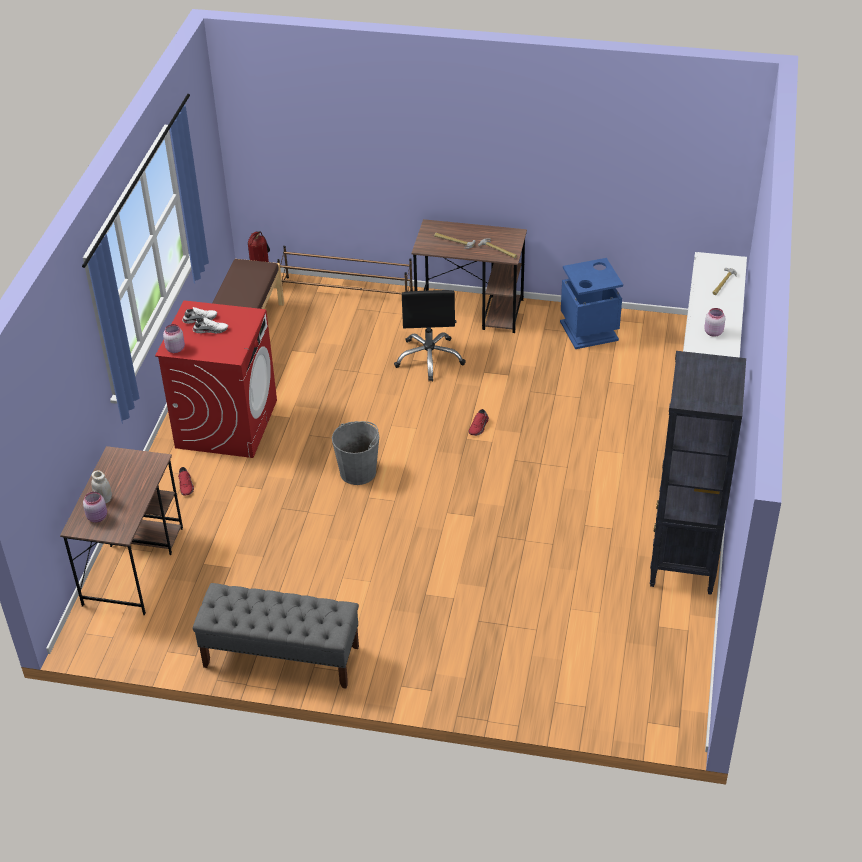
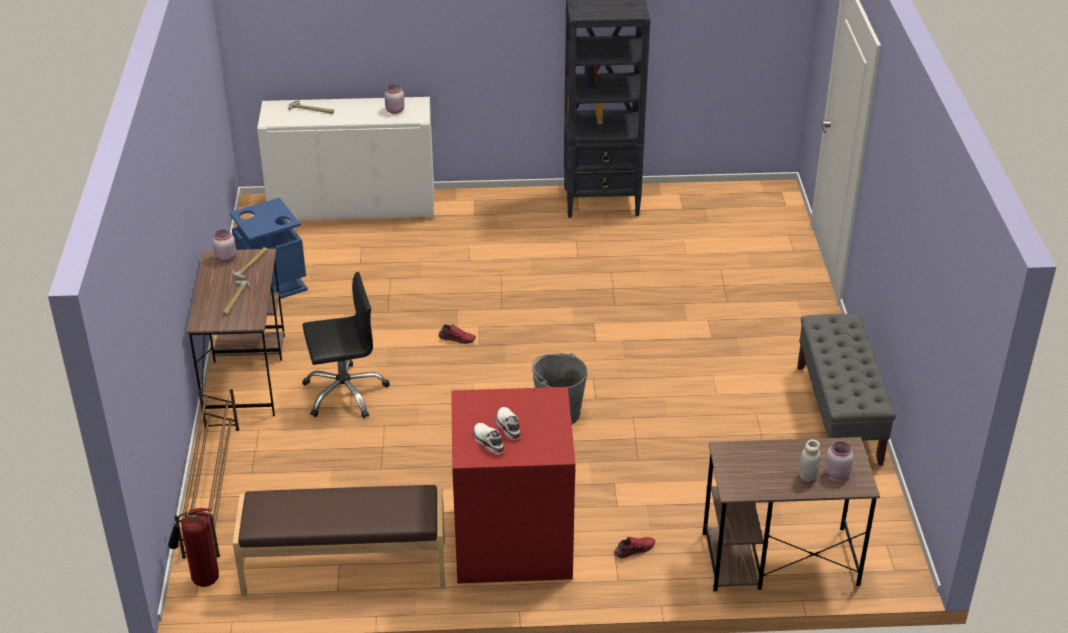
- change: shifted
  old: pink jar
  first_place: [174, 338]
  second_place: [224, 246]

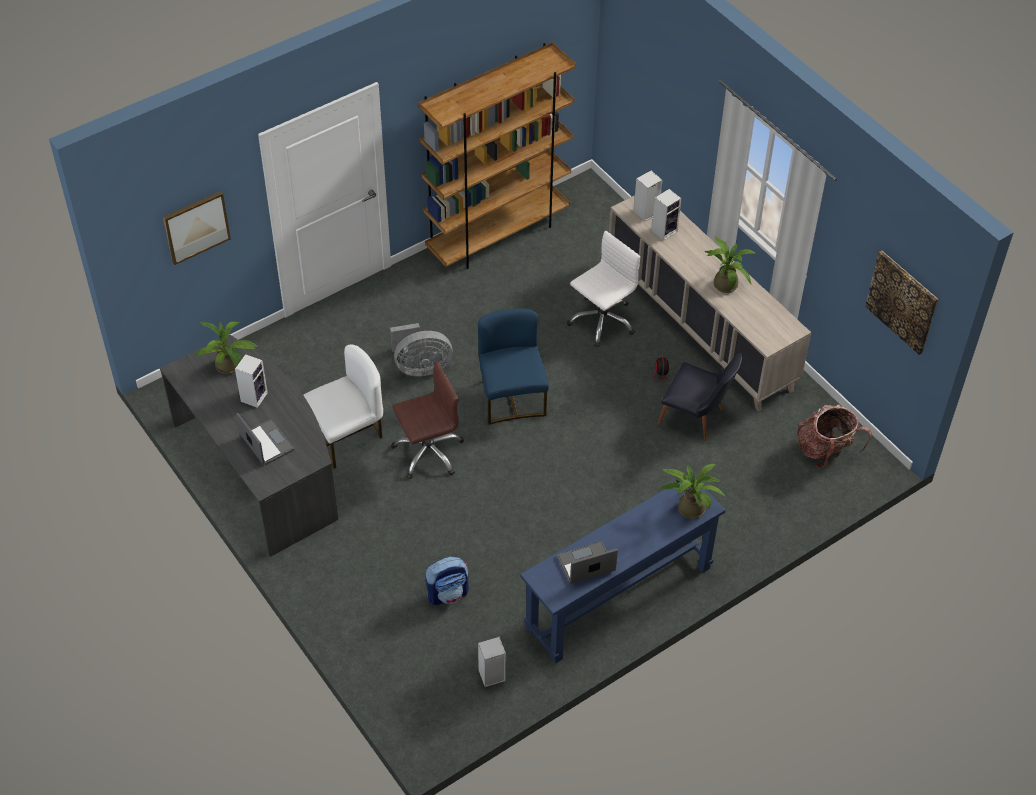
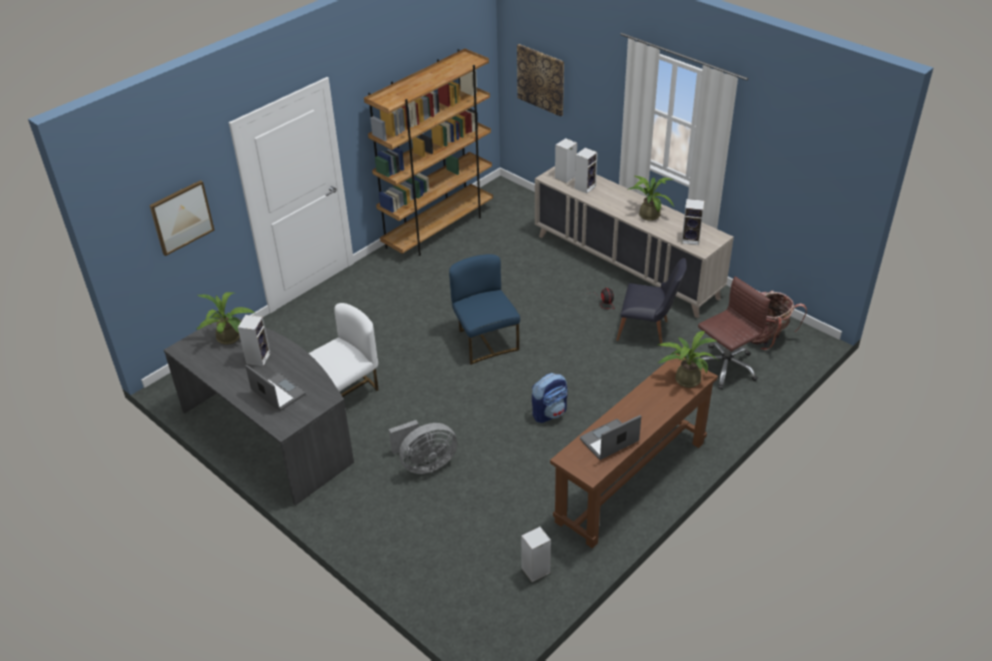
- change: gone
  old: white office chair
  first_place: [604, 289]
- change: shifted
  old: picture
  first_place: [901, 303]
  second_place: [540, 80]
- change: shifted
  old: grey fan
  first_place: [421, 349]
  second_place: [423, 447]
- change: shifted
  old: brown office chair
  first_place: [427, 420]
  second_place: [734, 333]
- change: repainted
  old: blue console table
  new: brown console table
  first_place: [622, 571]
  second_place: [634, 451]
- change: shifted
  old: backpack
  first_place: [447, 580]
  second_place: [550, 398]
- change: new
  new: speaker
  second_place: [692, 222]

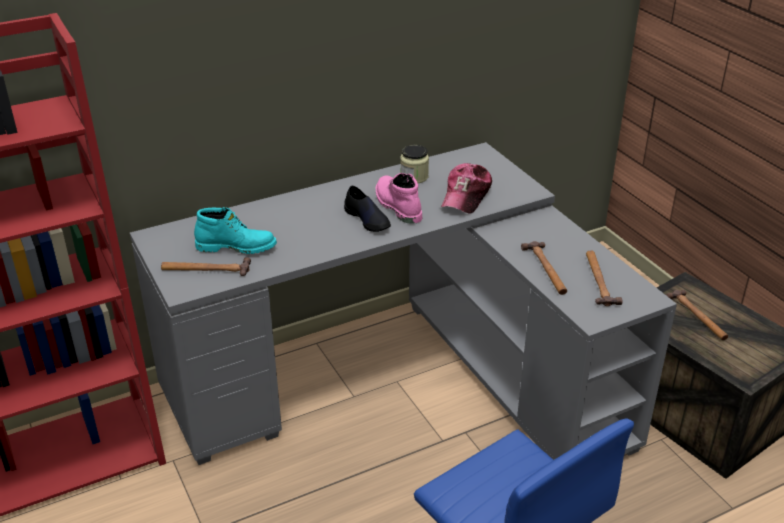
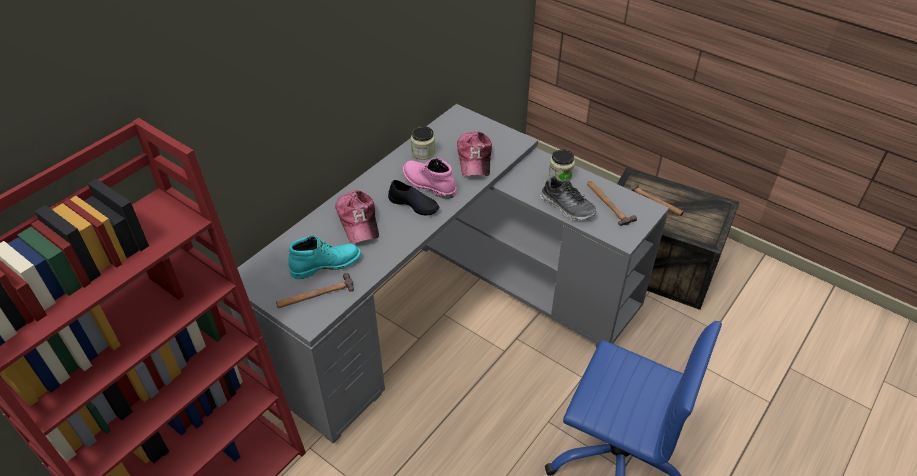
- change: swapped
  old: hammer
  new: shoe
  first_place: [544, 268]
  second_place: [568, 198]
- change: new
  new: jar
  second_place: [562, 165]
- change: new
  new: cap
  second_place: [357, 216]

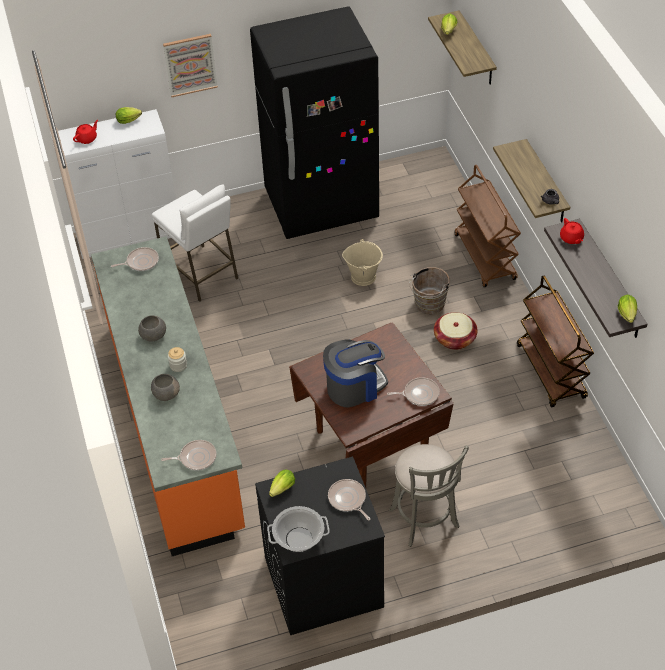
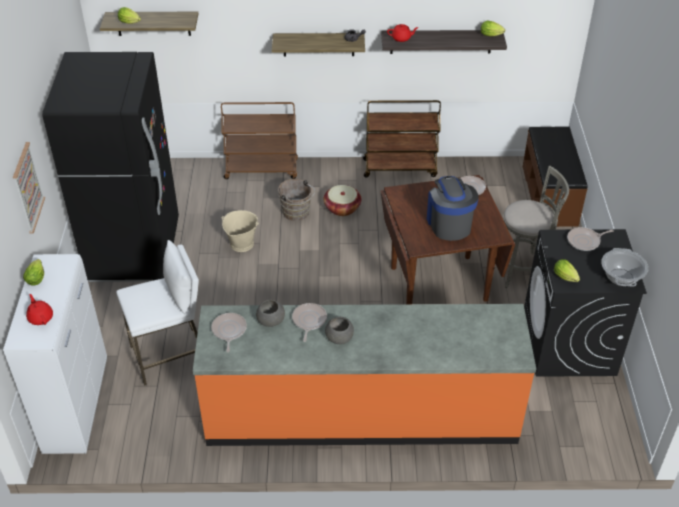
- change: gone
  old: jar
  first_place: [177, 359]
- change: shifted
  old: grey bowl
  first_place: [165, 387]
  second_place: [270, 313]
- change: shifted
  old: frying pan
  first_place: [189, 455]
  second_place: [309, 322]
- change: new
  new: brown bench
  second_place: [555, 176]

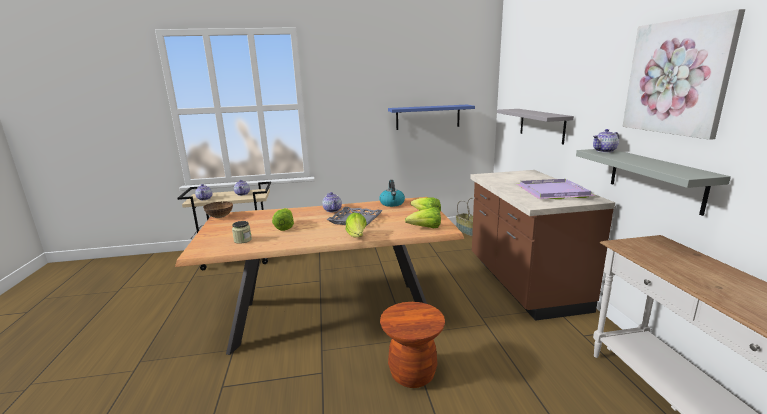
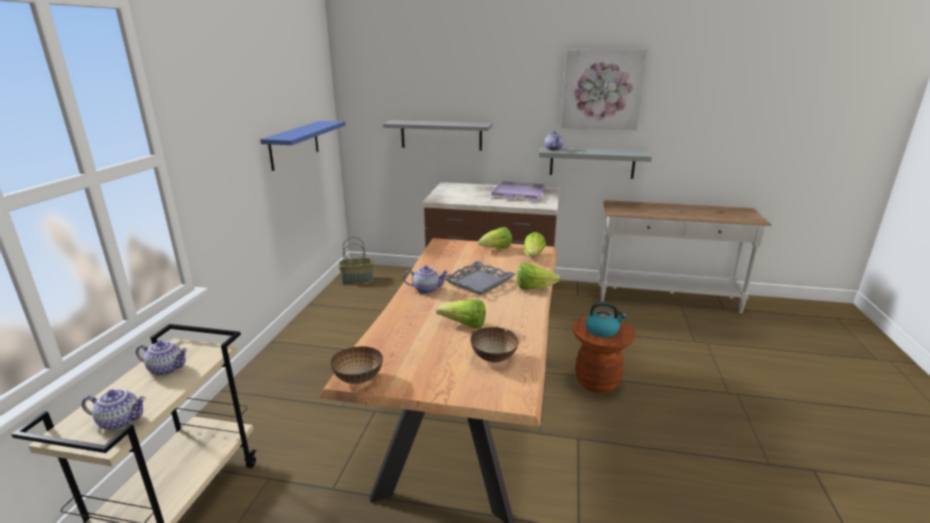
- change: shifted
  old: kettle
  first_place: [392, 193]
  second_place: [606, 319]
- change: swapped
  old: jar
  new: bowl
  first_place: [242, 232]
  second_place: [494, 344]

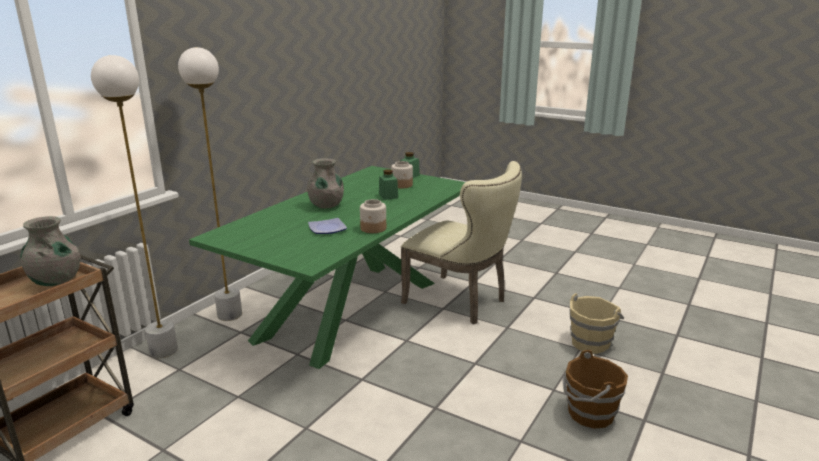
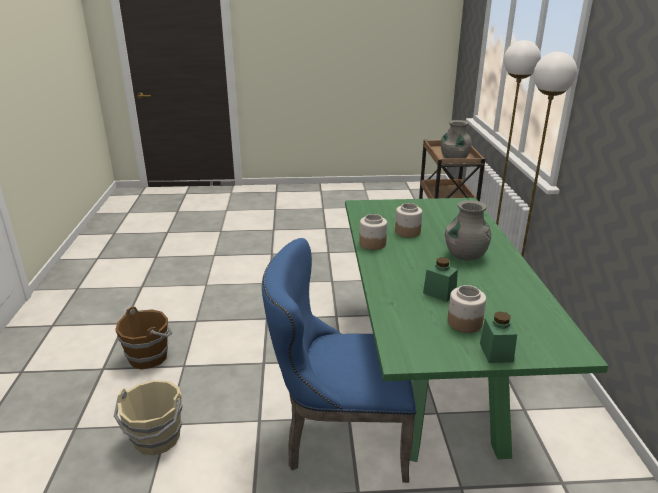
- change: repainted
  old: beige chair
  new: blue chair
  first_place: [461, 242]
  second_place: [339, 360]
- change: swapped
  old: plate
  new: jar
  first_place: [327, 226]
  second_place: [408, 220]

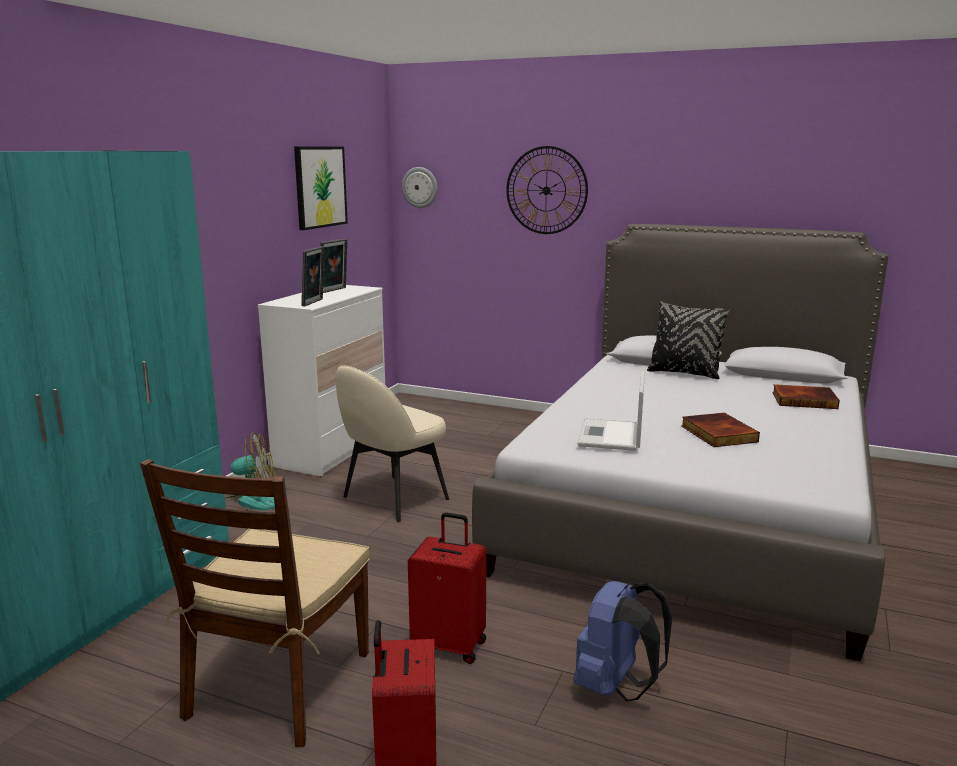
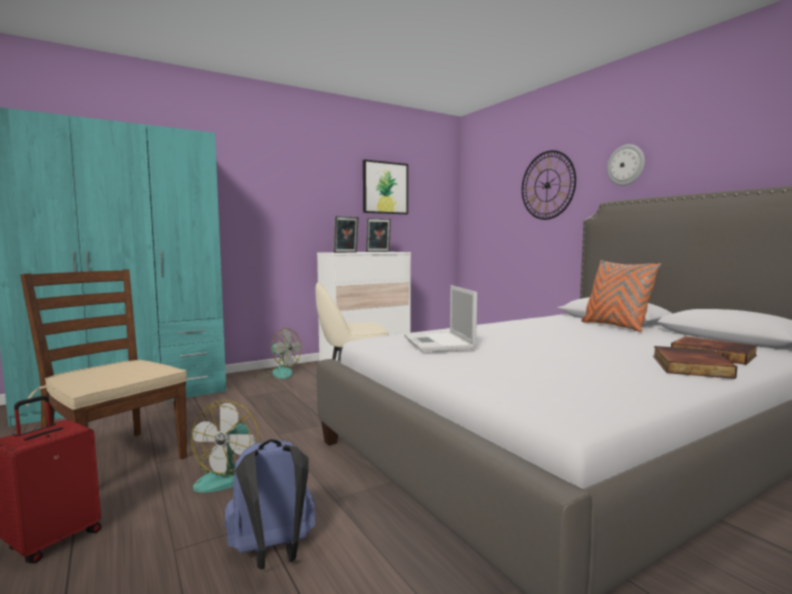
- change: shifted
  old: wall clock
  first_place: [420, 187]
  second_place: [626, 165]
- change: repainted
  old: black pillow
  new: orange pillow
  first_place: [688, 340]
  second_place: [621, 296]
- change: rotated
  old: laptop
  first_place: [611, 411]
  second_place: [440, 318]
  degrees: -60
- change: shifted
  old: book
  first_place: [720, 430]
  second_place: [695, 362]
- change: rotated
  old: brown chair
  first_place: [255, 603]
  second_place: [103, 364]
  degrees: 75
- change: swapped
  old: red suitcase
  new: fan
  first_place: [447, 588]
  second_place: [225, 446]

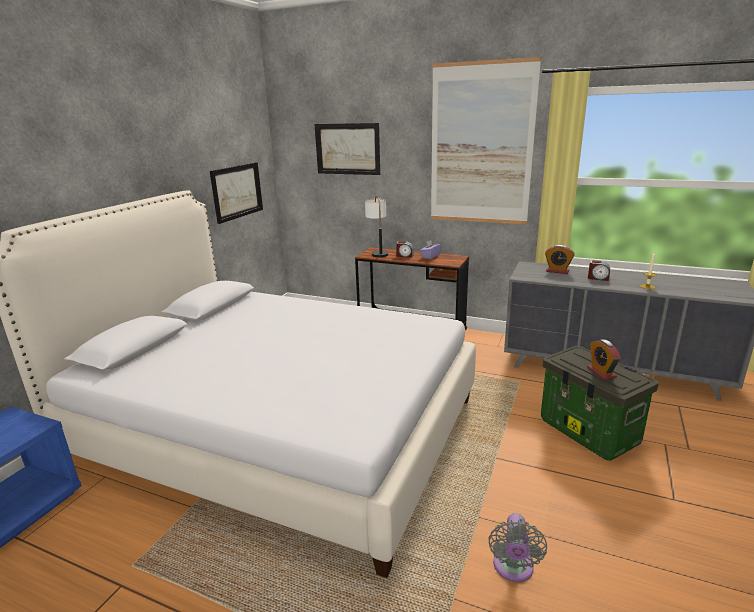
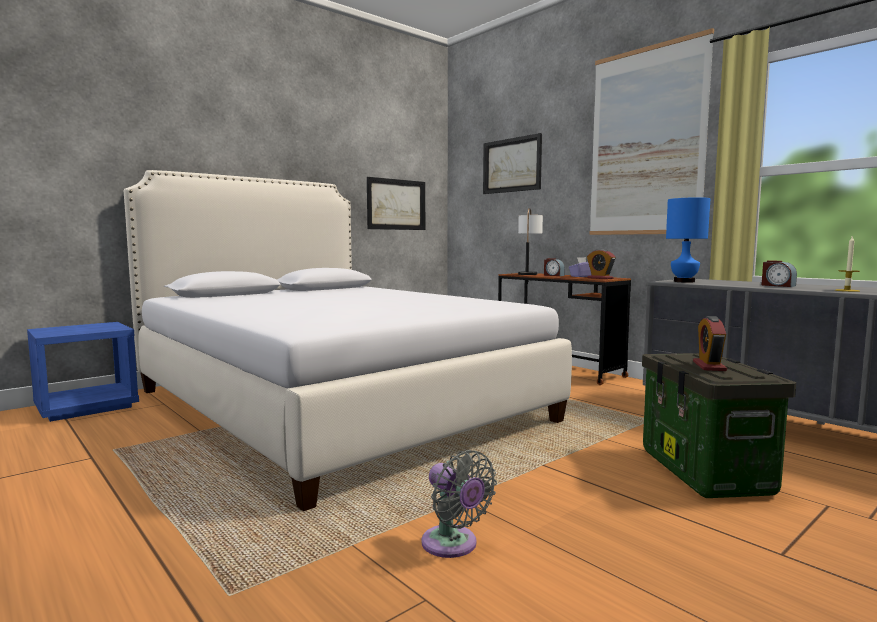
- change: shifted
  old: alarm clock
  first_place: [560, 259]
  second_place: [601, 264]
- change: rotated
  old: grey fan
  first_place: [518, 547]
  second_place: [459, 504]
  degrees: -75
- change: new
  new: blue table lamp
  second_place: [688, 240]

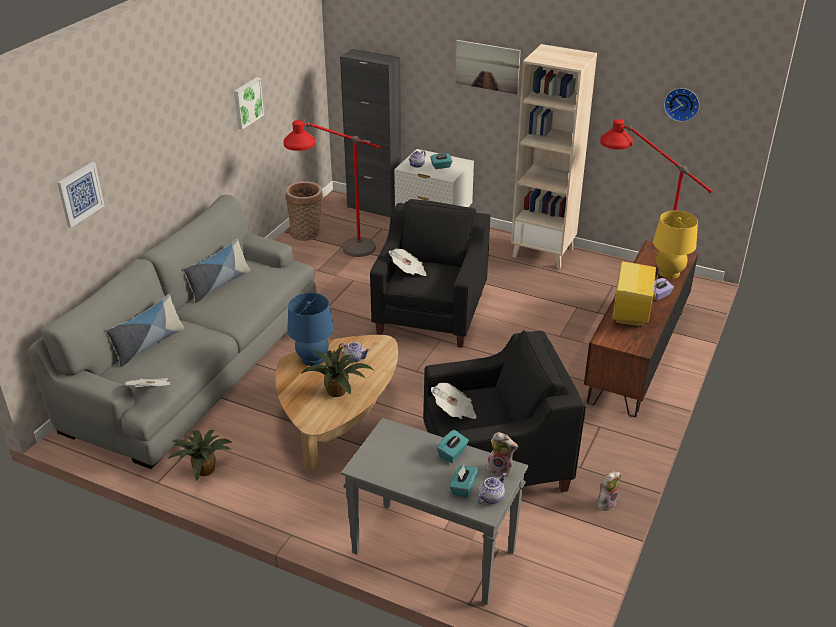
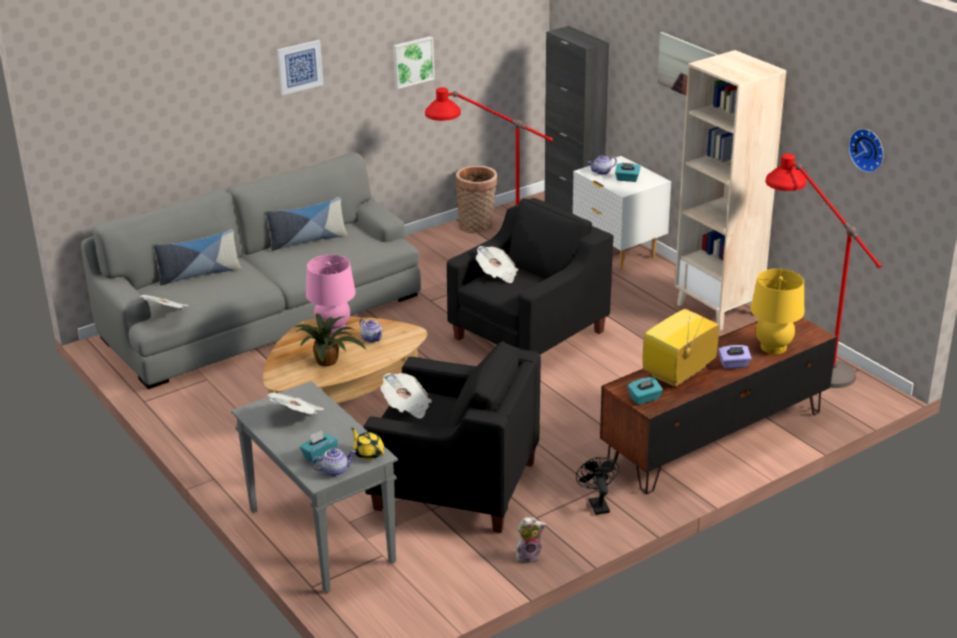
- change: shifted
  old: picture
  first_place: [81, 195]
  second_place: [300, 67]
- change: repainted
  old: blue table lamp
  new: pink table lamp
  first_place: [310, 329]
  second_place: [331, 295]
- change: gone
  old: potted plant
  first_place: [200, 455]
- change: shifted
  old: turquoise tissue box
  first_place: [453, 446]
  second_place: [645, 391]
- change: swapped
  old: plush toy
  new: yellow teapot
  first_place: [502, 454]
  second_place: [367, 444]
- change: new
  new: newspaper
  second_place: [296, 404]
- change: new
  new: black fan
  second_place: [597, 486]

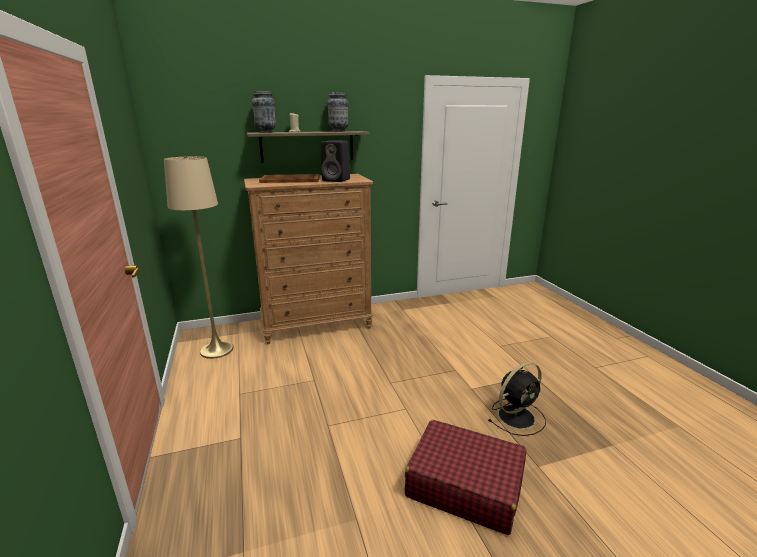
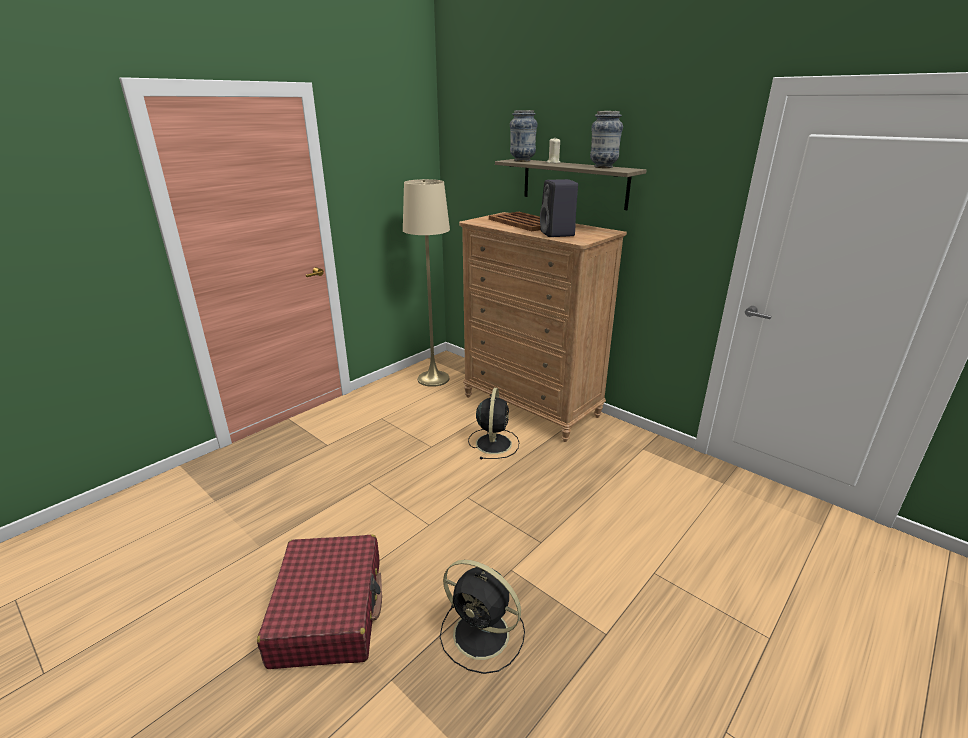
- change: new
  new: black fan
  second_place: [493, 423]

